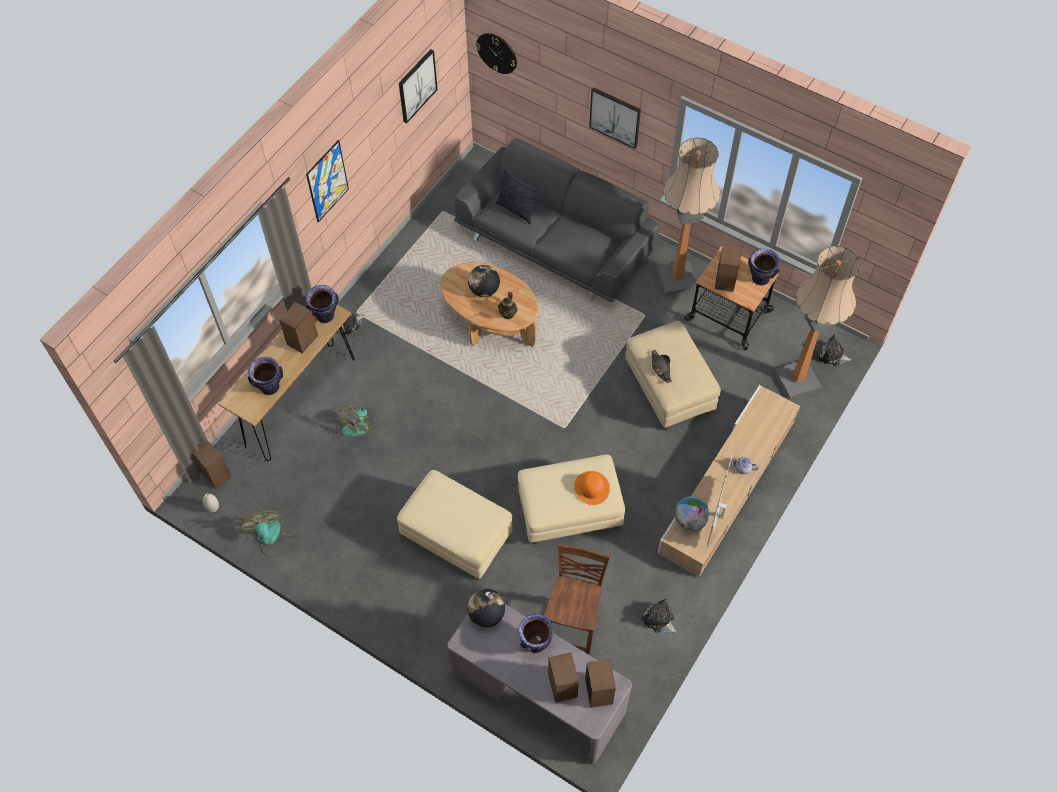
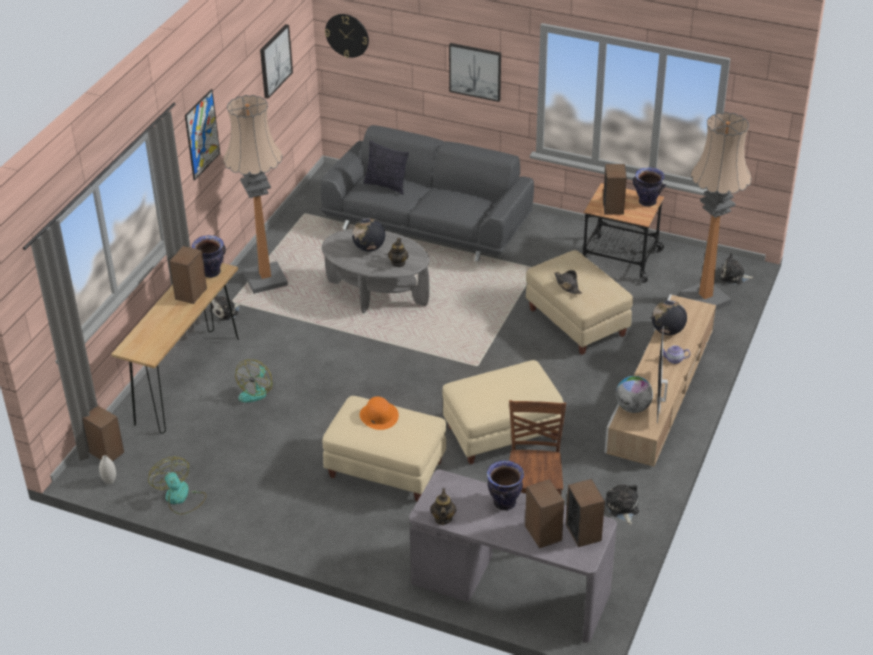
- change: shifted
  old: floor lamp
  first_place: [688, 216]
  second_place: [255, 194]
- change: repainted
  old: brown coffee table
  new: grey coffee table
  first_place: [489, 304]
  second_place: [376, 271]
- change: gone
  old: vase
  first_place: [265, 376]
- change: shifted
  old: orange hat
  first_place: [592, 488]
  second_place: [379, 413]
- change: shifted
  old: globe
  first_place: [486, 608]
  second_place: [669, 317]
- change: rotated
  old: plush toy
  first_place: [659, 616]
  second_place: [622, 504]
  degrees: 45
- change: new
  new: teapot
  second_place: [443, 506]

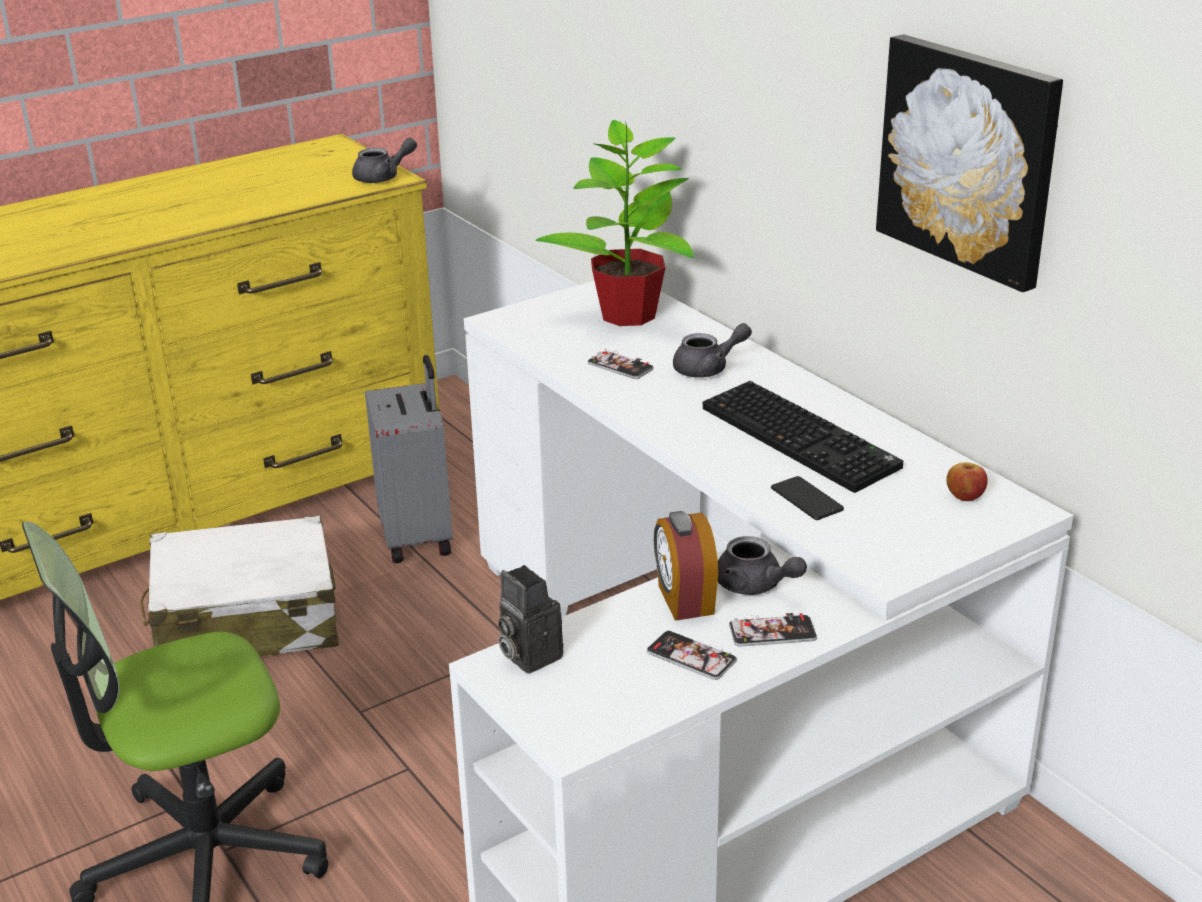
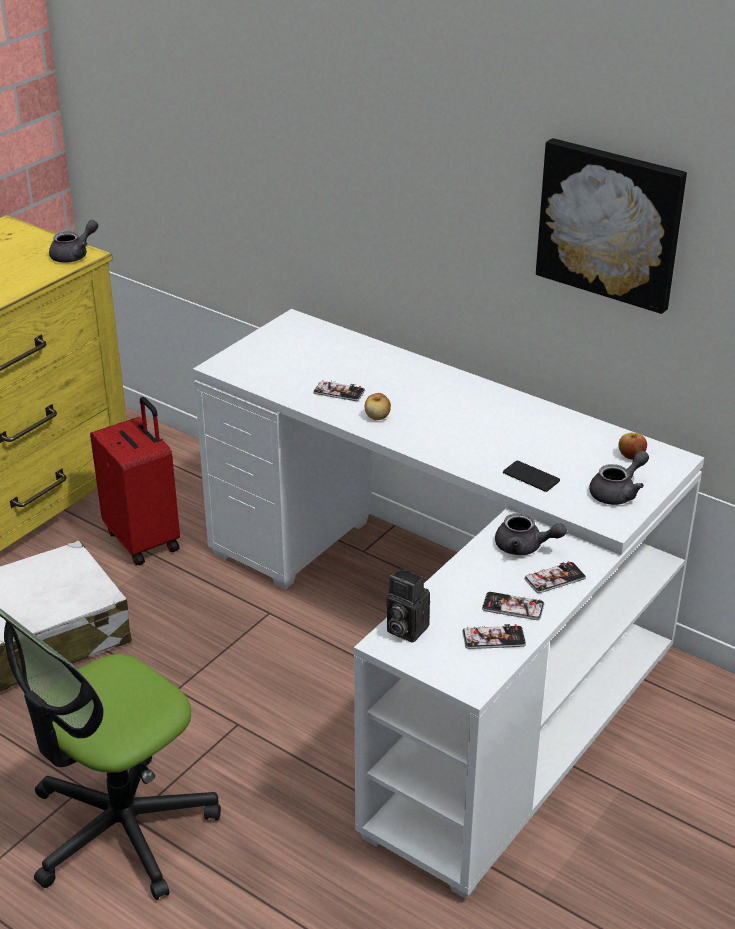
- change: gone
  old: potted plant
  first_place: [615, 223]
- change: shifted
  old: grey teapot
  first_place: [712, 350]
  second_place: [619, 477]
- change: repainted
  old: grey suitcase
  new: red suitcase
  first_place: [409, 459]
  second_place: [135, 481]
- change: gone
  old: keyboard
  first_place: [803, 437]
- change: gone
  old: alarm clock
  first_place: [686, 566]
- change: new
  new: apple
  second_place: [378, 406]
- change: new
  new: phone
  second_place: [494, 636]

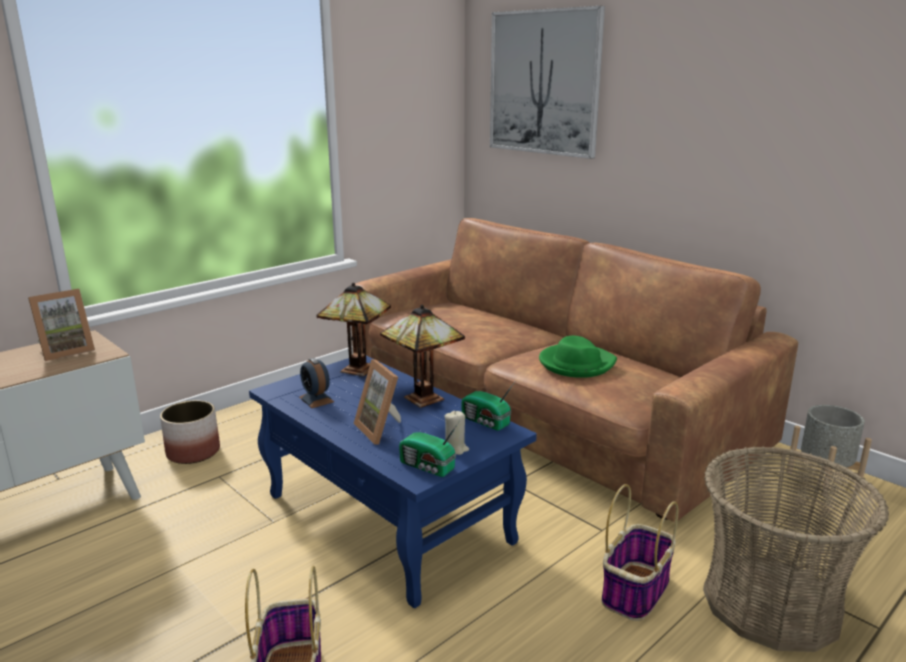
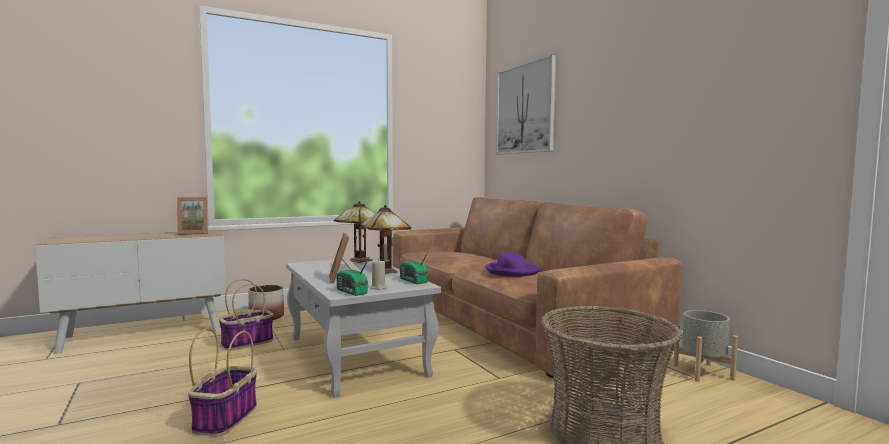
- change: repainted
  old: green hat
  new: purple hat
  first_place: [578, 357]
  second_place: [513, 264]
- change: repainted
  old: blue coffee table
  new: white coffee table
  first_place: [393, 482]
  second_place: [363, 327]
- change: gone
  old: alarm clock
  first_place: [316, 383]
- change: shifted
  old: basket
  first_place: [640, 552]
  second_place: [246, 314]

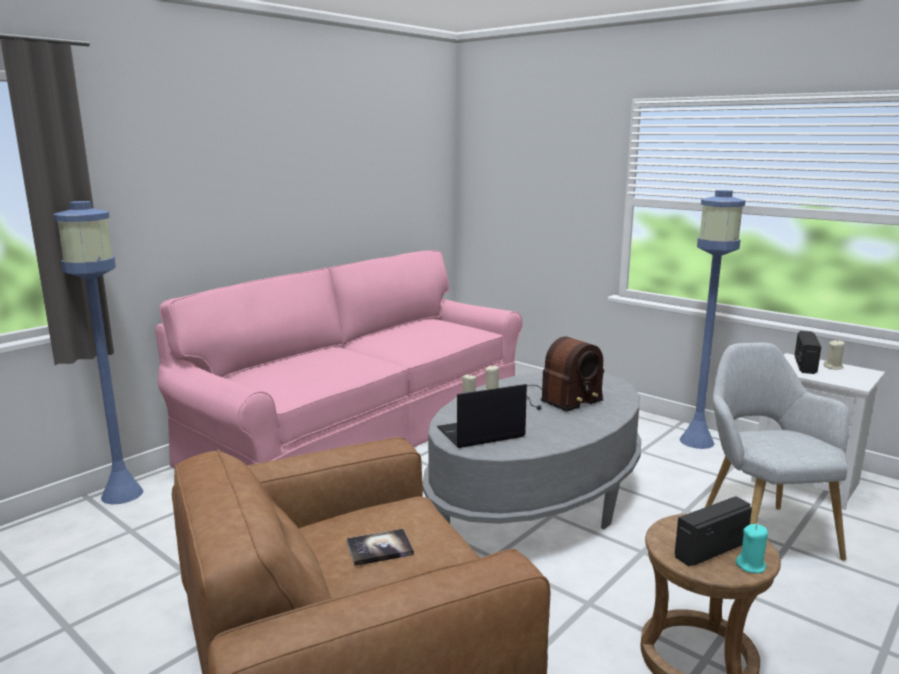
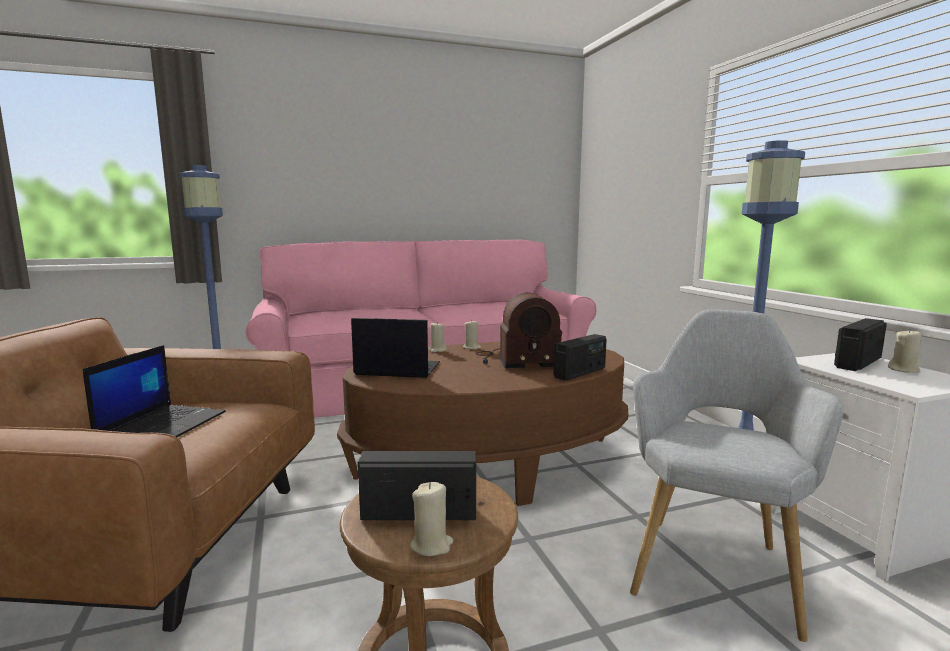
- change: repainted
  old: grey coffee table
  new: brown coffee table
  first_place: [532, 450]
  second_place: [482, 424]
- change: repainted
  old: turquoise candle
  new: beige candle
  first_place: [752, 548]
  second_place: [431, 519]
- change: swapped
  old: book
  new: laptop
  first_place: [380, 547]
  second_place: [154, 391]
- change: new
  new: radio
  second_place: [580, 357]

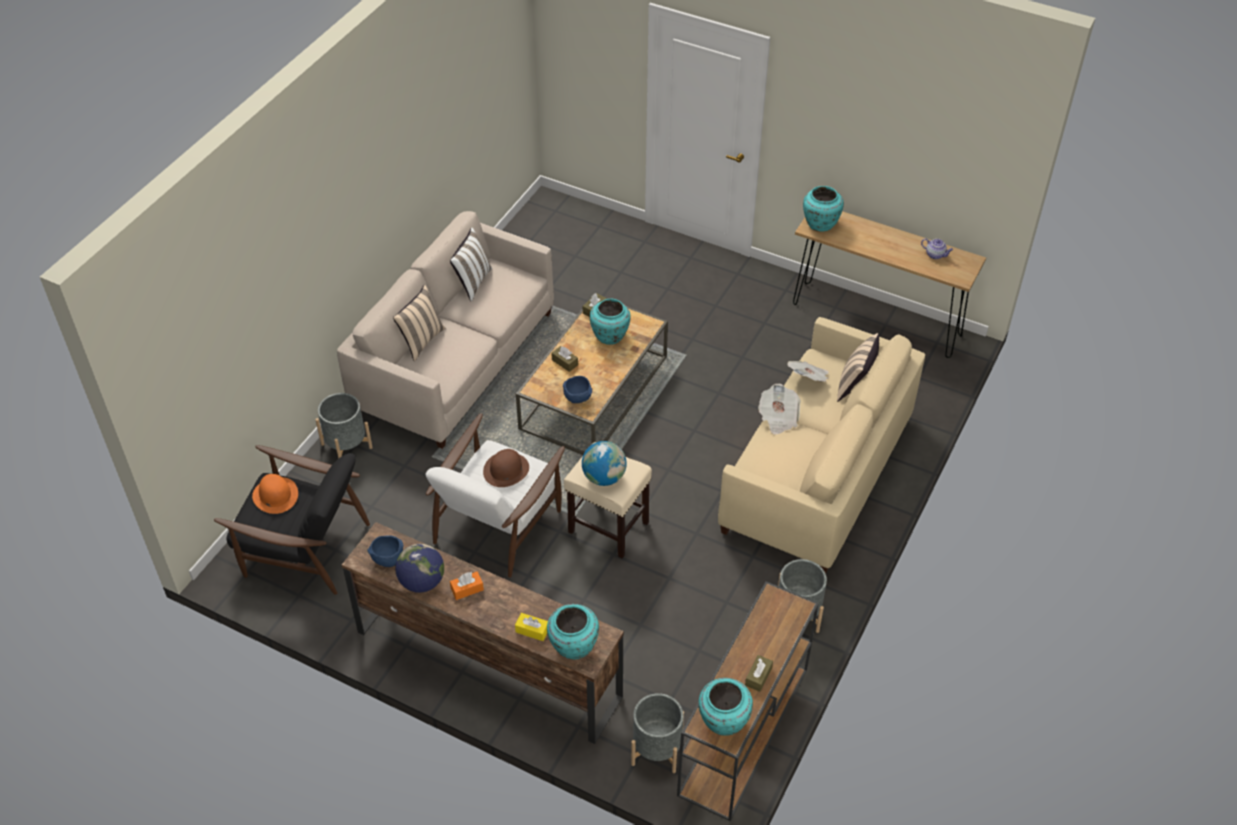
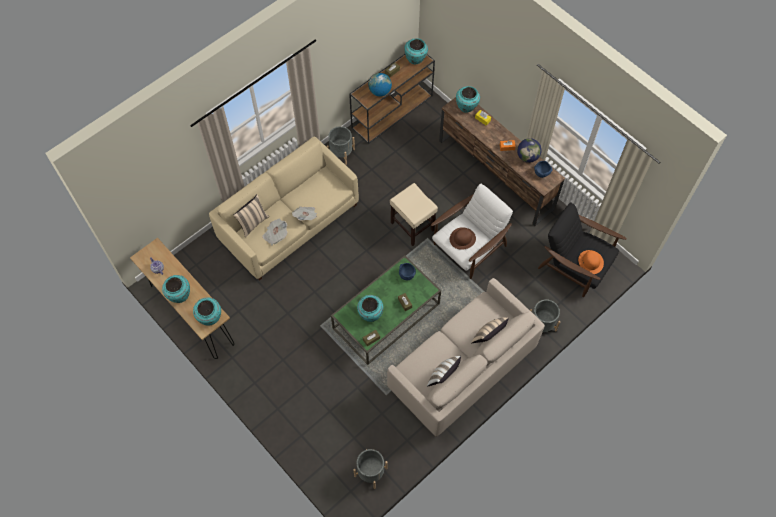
- change: repainted
  old: brown coffee table
  new: green coffee table
  first_place: [592, 374]
  second_place: [386, 310]
- change: shifted
  old: globe
  first_place: [604, 463]
  second_place: [380, 85]
- change: shifted
  old: grey planter
  first_place: [657, 733]
  second_place: [371, 469]
- change: new
  new: turquoise vase
  second_place: [176, 289]

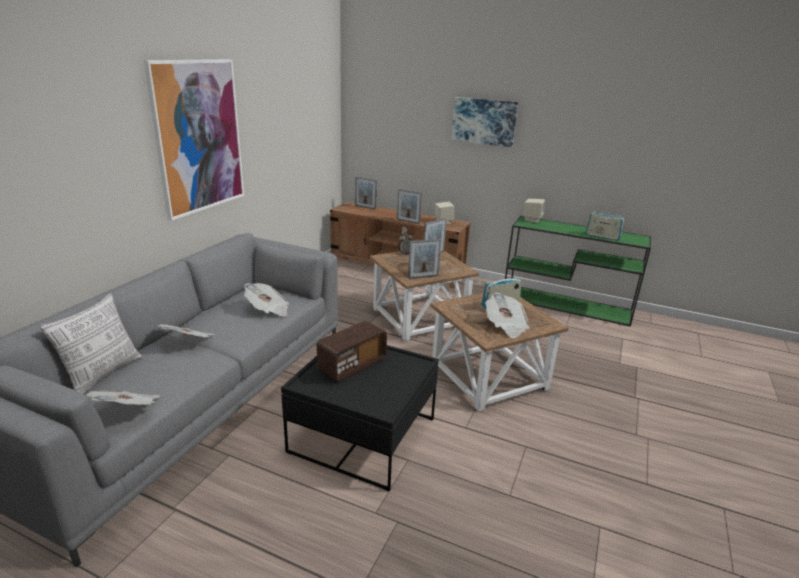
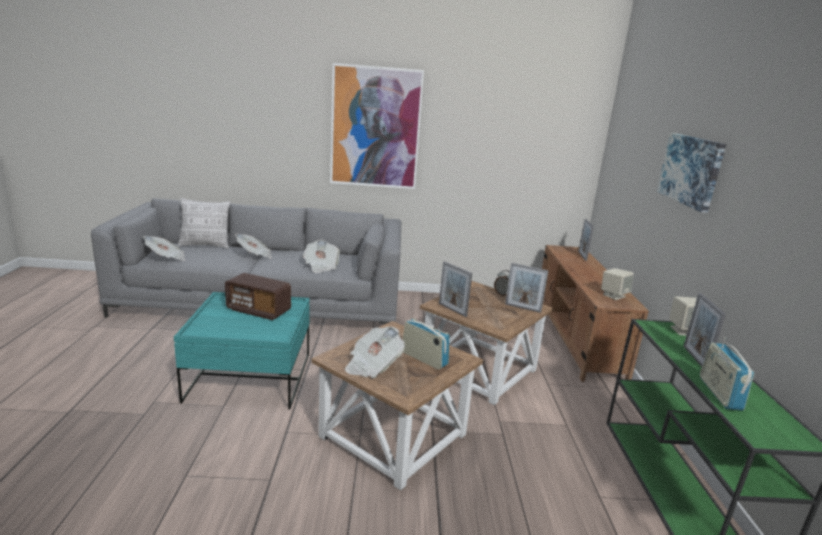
- change: shifted
  old: picture frame
  first_place: [409, 206]
  second_place: [704, 330]
- change: repainted
  old: black coffee table
  new: turquoise coffee table
  first_place: [360, 418]
  second_place: [242, 350]

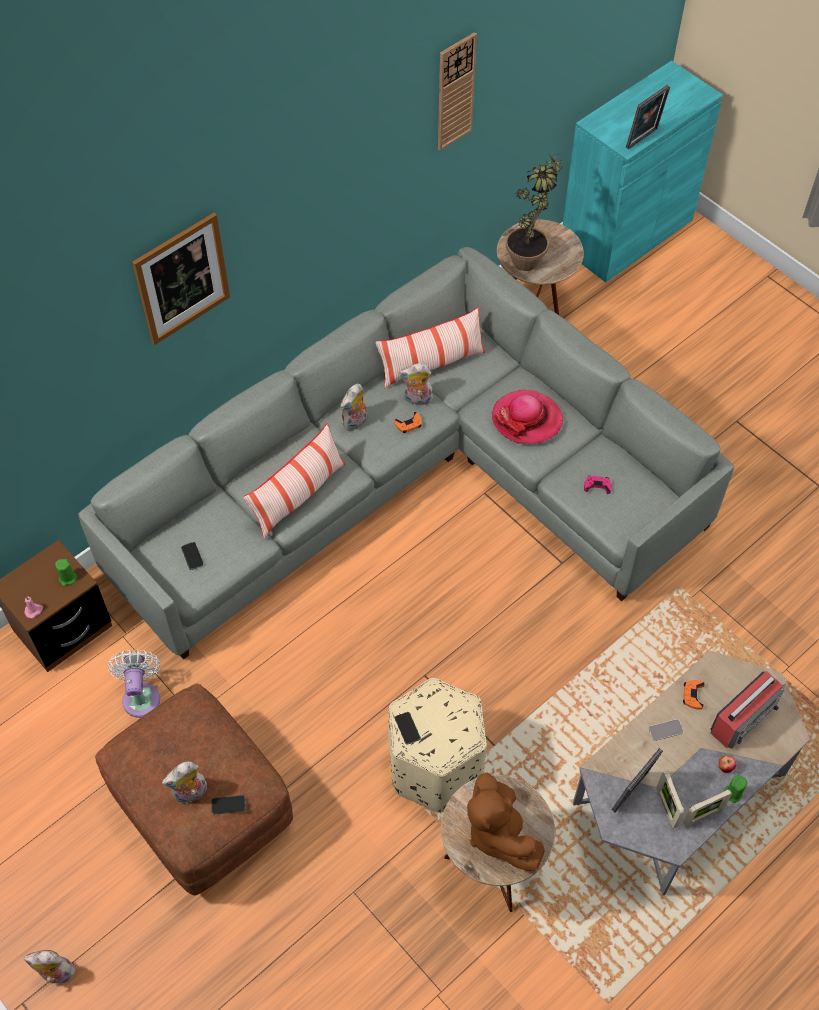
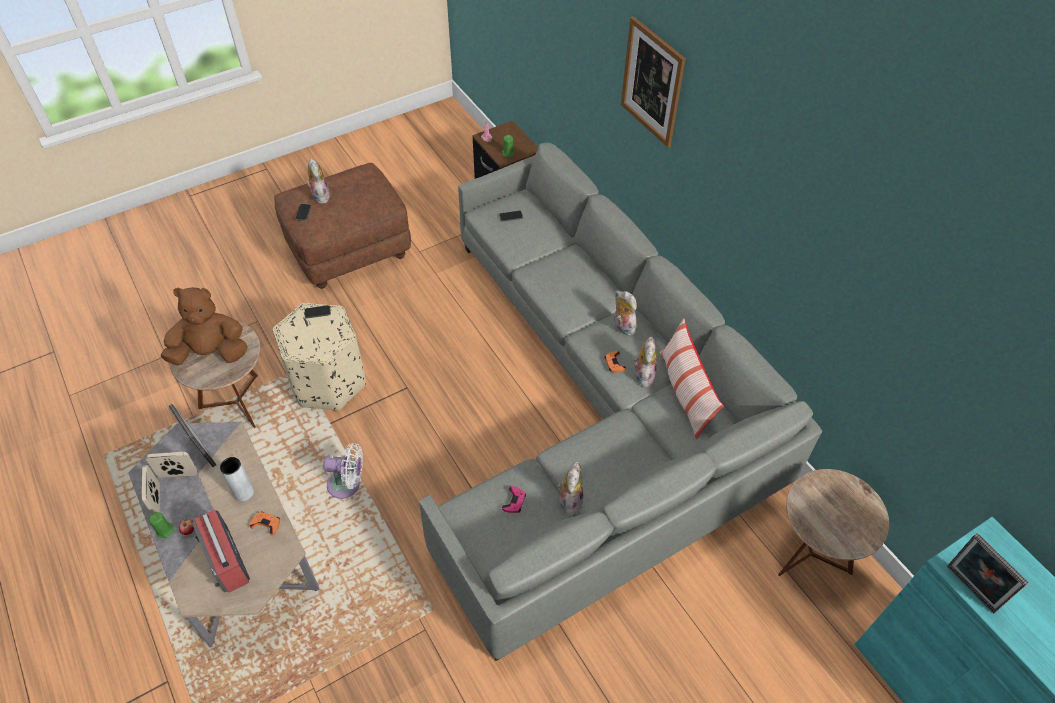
- change: gone
  old: wall clock
  first_place: [457, 91]
- change: gone
  old: potted plant
  first_place: [534, 211]
- change: gone
  old: hat
  first_place: [527, 417]
- change: gone
  old: pillow
  first_place: [294, 481]
- change: shifted
  old: white fan
  first_place: [134, 684]
  second_place: [343, 471]
- change: swapped
  old: phone
  new: grey vase
  first_place: [666, 730]
  second_place: [237, 479]
- change: shifted
  old: plush toy
  first_place: [49, 967]
  second_place: [570, 488]

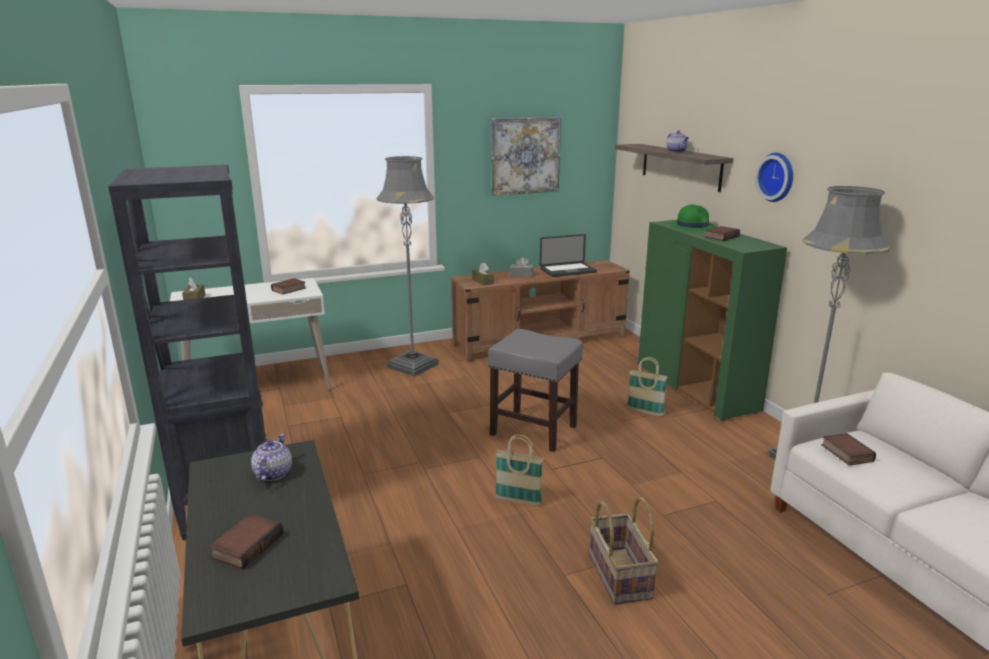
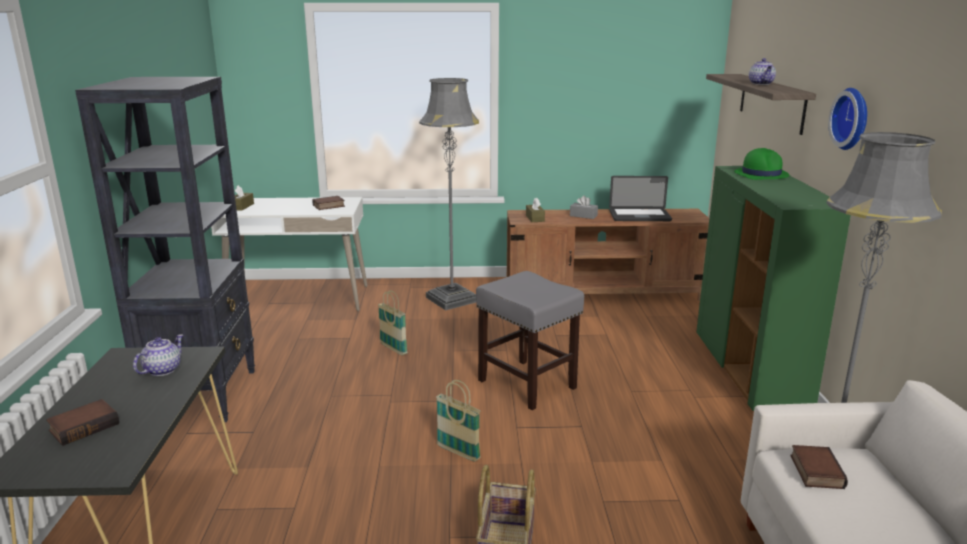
- change: gone
  old: picture
  first_place: [526, 156]
- change: gone
  old: book
  first_place: [722, 233]
- change: shifted
  old: basket
  first_place: [647, 386]
  second_place: [393, 323]

